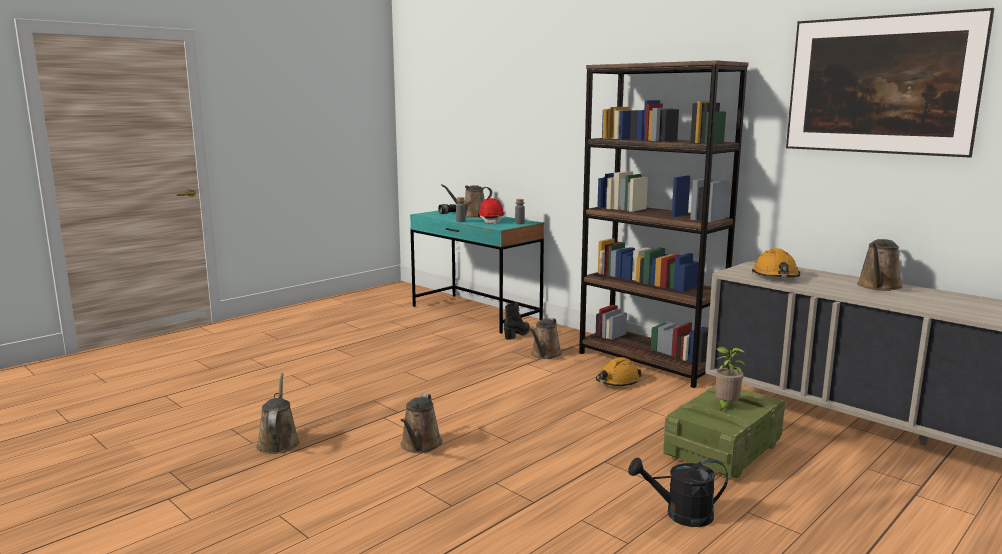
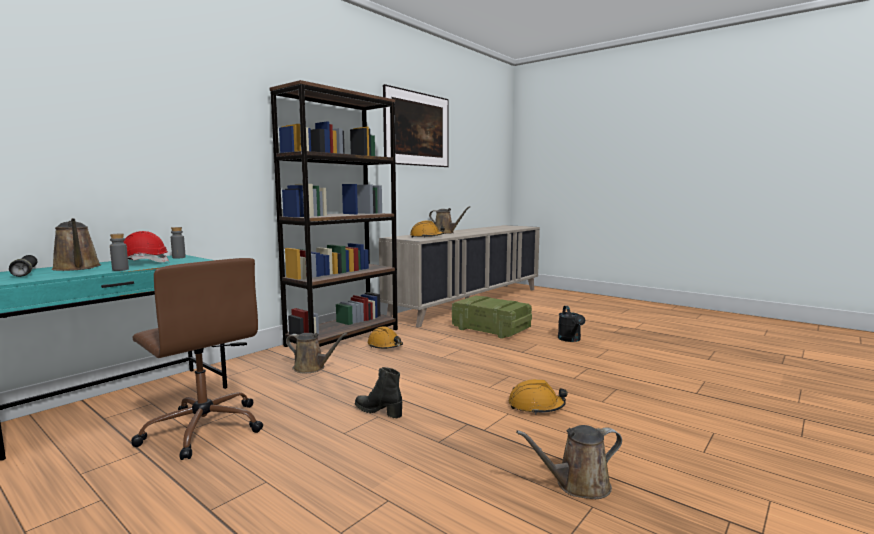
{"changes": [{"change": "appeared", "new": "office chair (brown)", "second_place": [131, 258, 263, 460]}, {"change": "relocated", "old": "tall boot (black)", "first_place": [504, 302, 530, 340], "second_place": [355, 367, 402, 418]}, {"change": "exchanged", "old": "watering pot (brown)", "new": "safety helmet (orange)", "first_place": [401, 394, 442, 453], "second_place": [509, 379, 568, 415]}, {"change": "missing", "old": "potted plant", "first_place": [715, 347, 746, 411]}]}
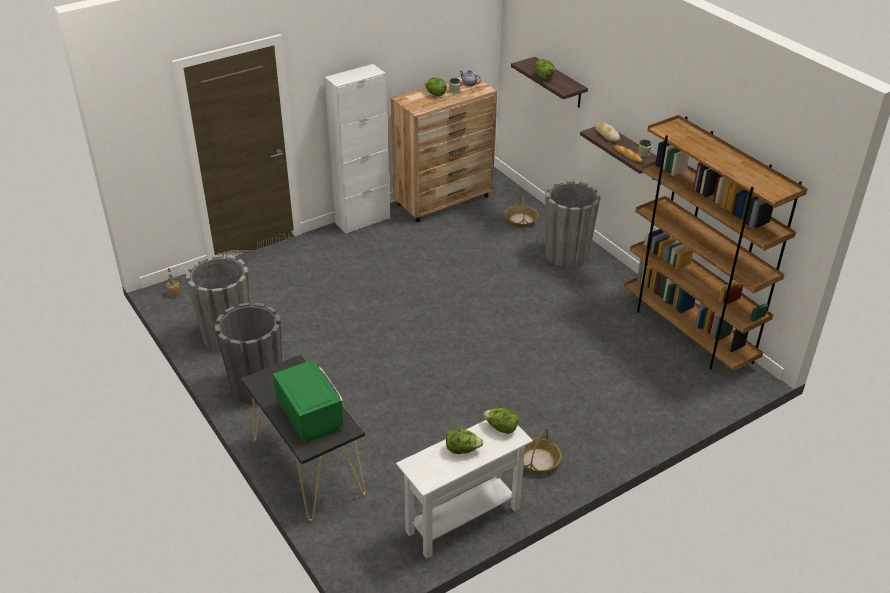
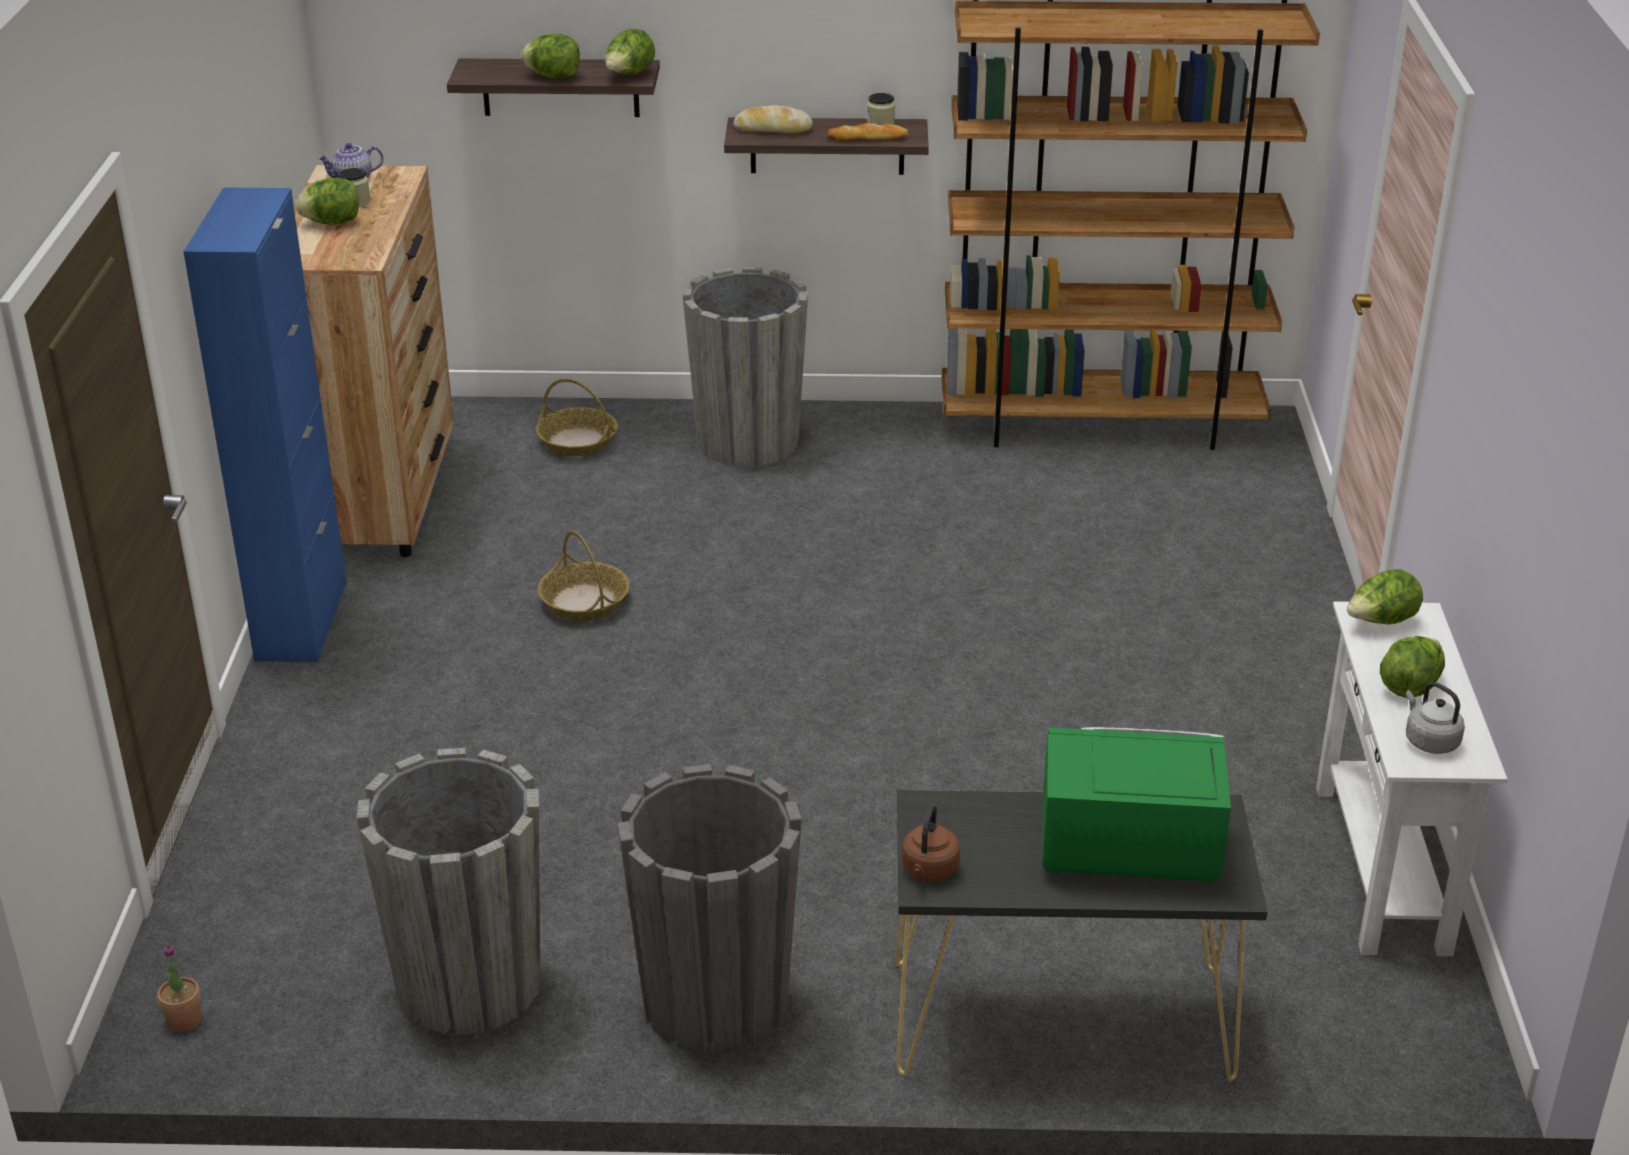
{"changes": [{"change": "colour", "old": "cupboard (whitish)", "new": "cupboard (blue-coloured)", "first_place": [324, 64, 390, 234], "second_place": [183, 187, 347, 662]}, {"change": "relocated", "old": "basket", "first_place": [523, 428, 562, 473], "second_place": [538, 531, 630, 621]}, {"change": "appeared", "new": "head of lettuce", "second_place": [605, 29, 655, 74]}, {"change": "appeared", "new": "kettle (brown)", "second_place": [902, 804, 960, 881]}, {"change": "appeared", "new": "kettle (greyish)", "second_place": [1406, 682, 1465, 754]}]}
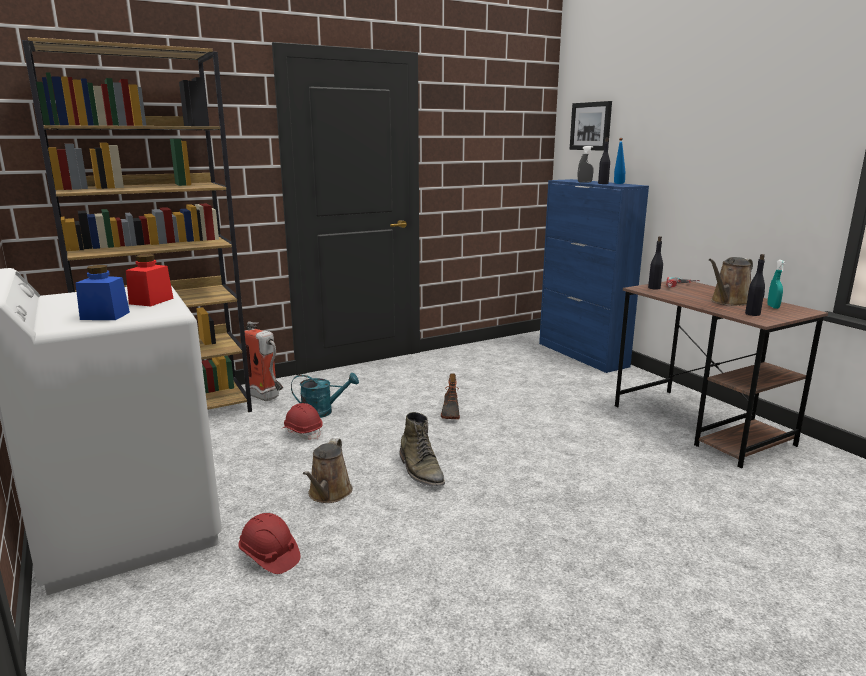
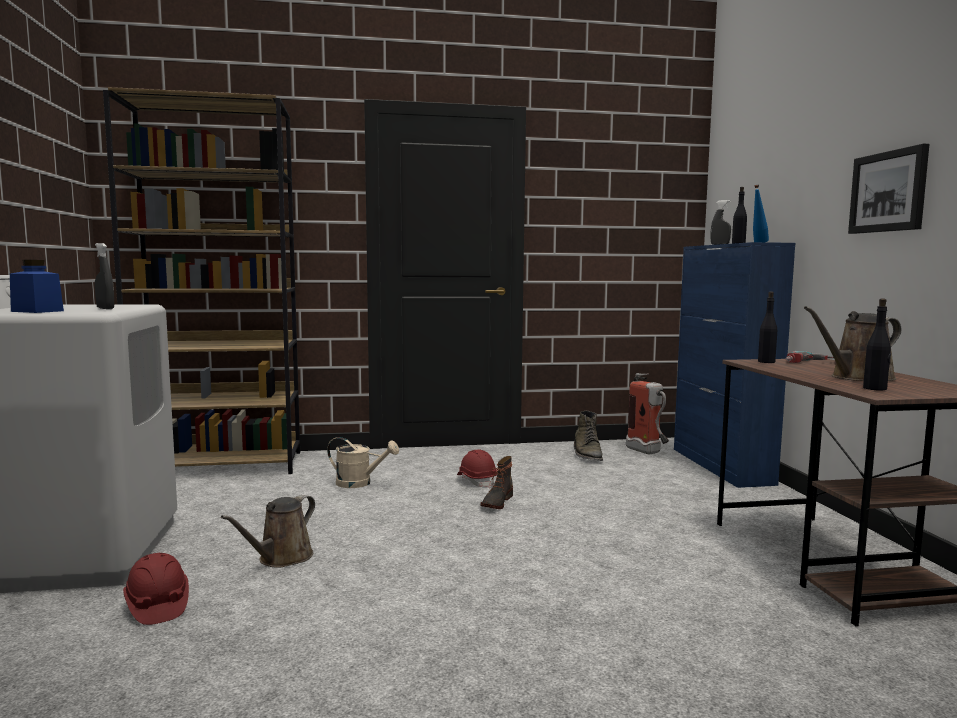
{"changes": [{"change": "exchanged", "old": "preserve jar (red-coloured)", "new": "hand sprayer (greyish)", "first_place": [126, 254, 173, 306], "second_place": [95, 243, 114, 309]}, {"change": "colour", "old": "watering pot (blue-green)", "new": "watering pot (beige-coloured)", "first_place": [291, 373, 359, 418], "second_place": [327, 437, 399, 488]}, {"change": "relocated", "old": "safety helmet (red-coloured)", "first_place": [281, 403, 323, 440], "second_place": [457, 450, 497, 488]}, {"change": "relocated", "old": "tall boot (greenish)", "first_place": [399, 412, 445, 486], "second_place": [574, 411, 603, 461]}, {"change": "relocated", "old": "fire-fighting cylinder", "first_place": [244, 321, 283, 401], "second_place": [626, 373, 669, 454]}, {"change": "relocated", "old": "picture", "first_place": [569, 101, 612, 151], "second_place": [848, 144, 929, 234]}, {"change": "missing", "old": "hand sprayer (blue-green)", "first_place": [767, 260, 786, 309]}]}
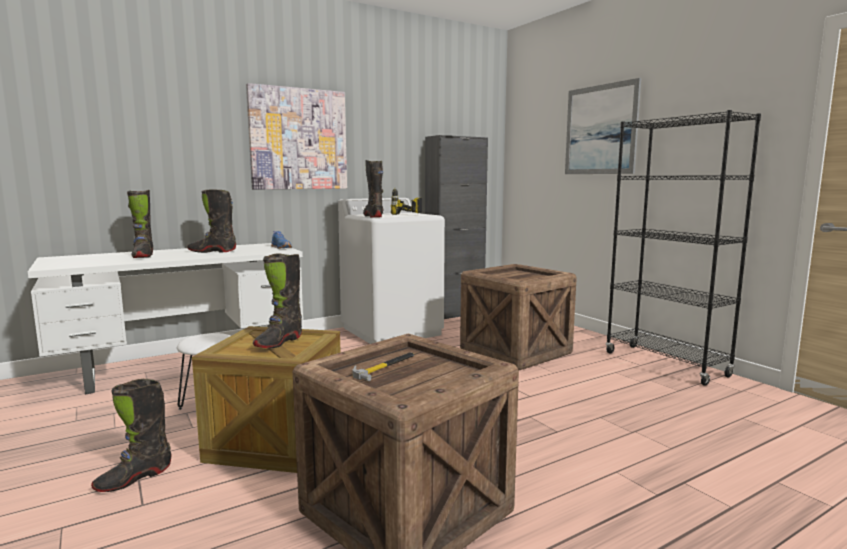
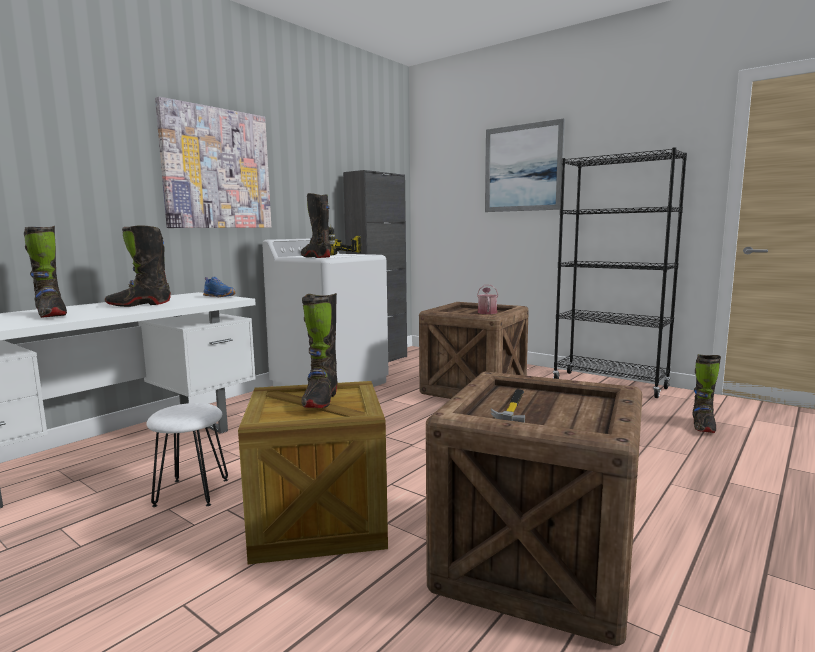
{"changes": [{"change": "appeared", "new": "watering pot", "second_place": [477, 285, 498, 314]}, {"change": "relocated", "old": "tall boot (black)", "first_place": [91, 379, 172, 492], "second_place": [692, 354, 721, 433]}]}
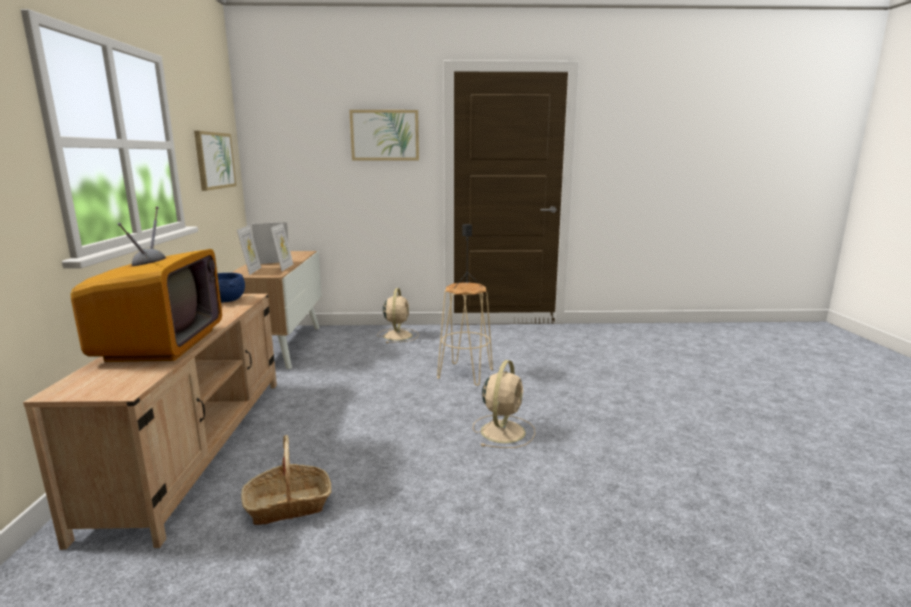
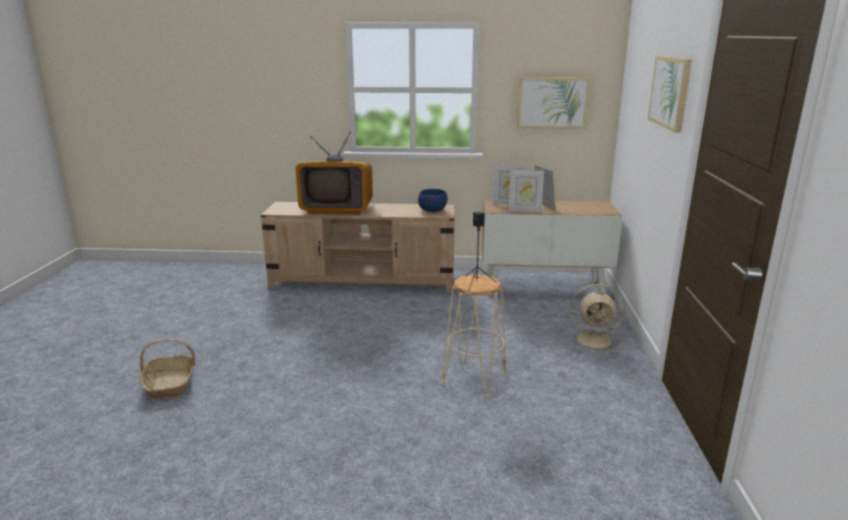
{"changes": [{"change": "relocated", "old": "basket", "first_place": [241, 435, 332, 525], "second_place": [140, 339, 195, 398]}, {"change": "missing", "old": "cooling fan (beige-coloured)", "first_place": [473, 360, 535, 448]}]}
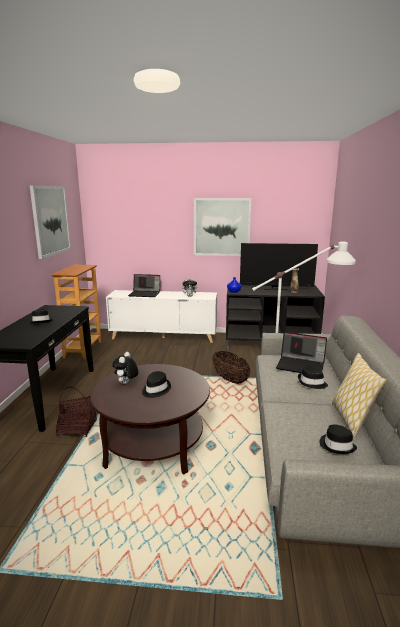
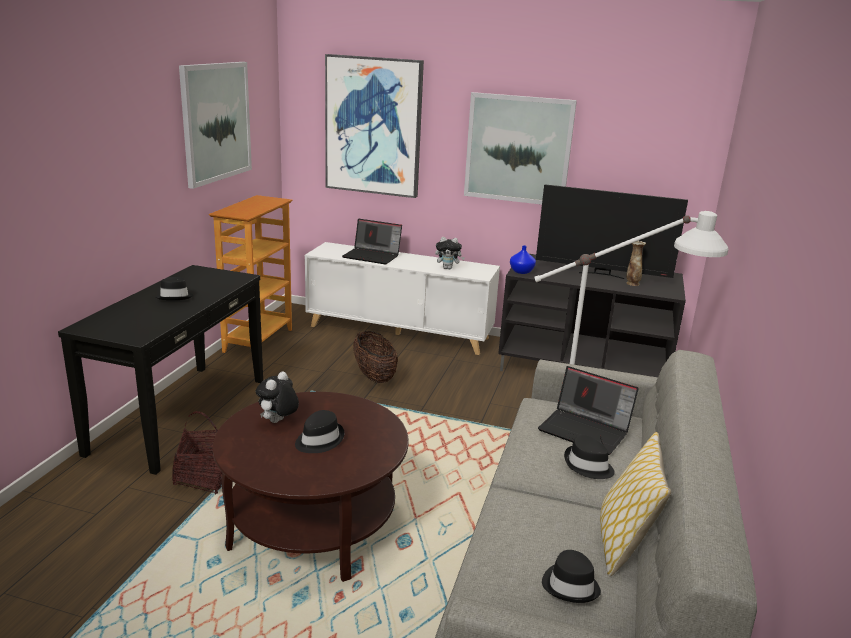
{"changes": [{"change": "appeared", "new": "picture", "second_place": [325, 54, 424, 198]}, {"change": "relocated", "old": "basket", "first_place": [212, 351, 251, 384], "second_place": [353, 331, 398, 383]}]}
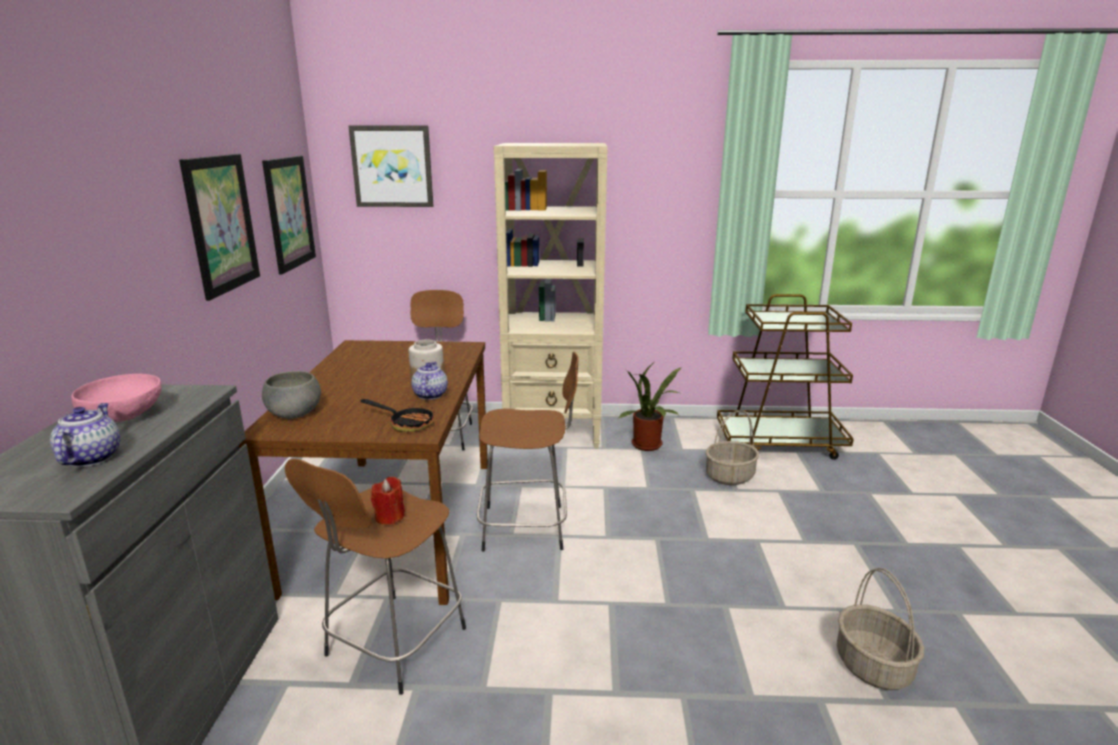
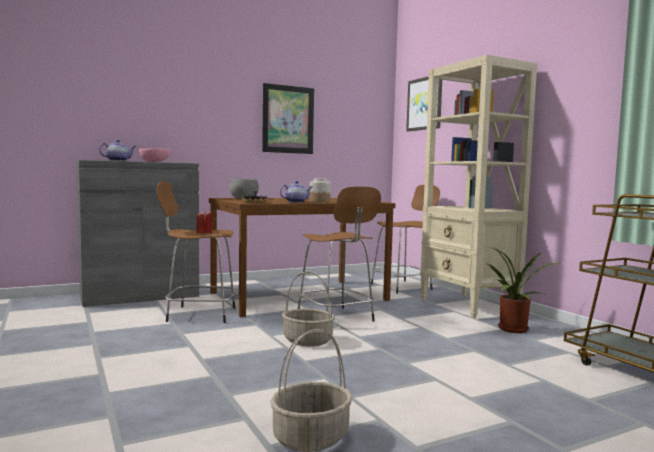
{"changes": [{"change": "relocated", "old": "basket", "first_place": [705, 410, 759, 485], "second_place": [282, 271, 335, 347]}, {"change": "missing", "old": "picture", "first_place": [262, 156, 316, 275]}]}
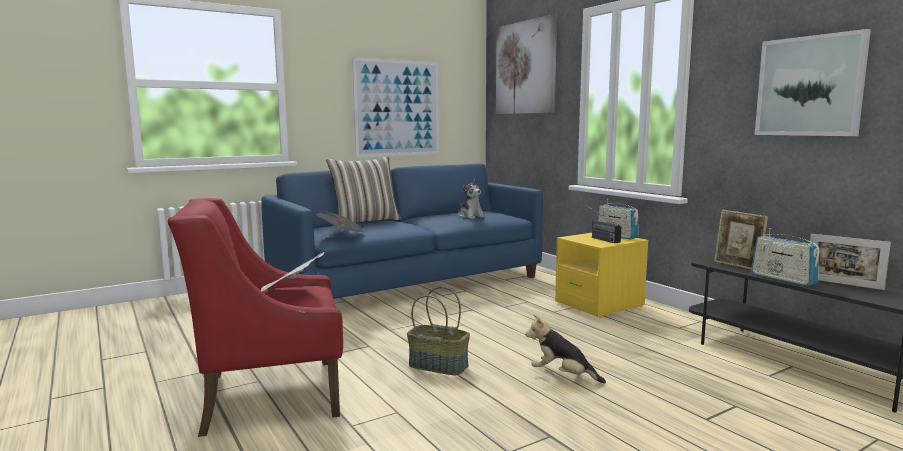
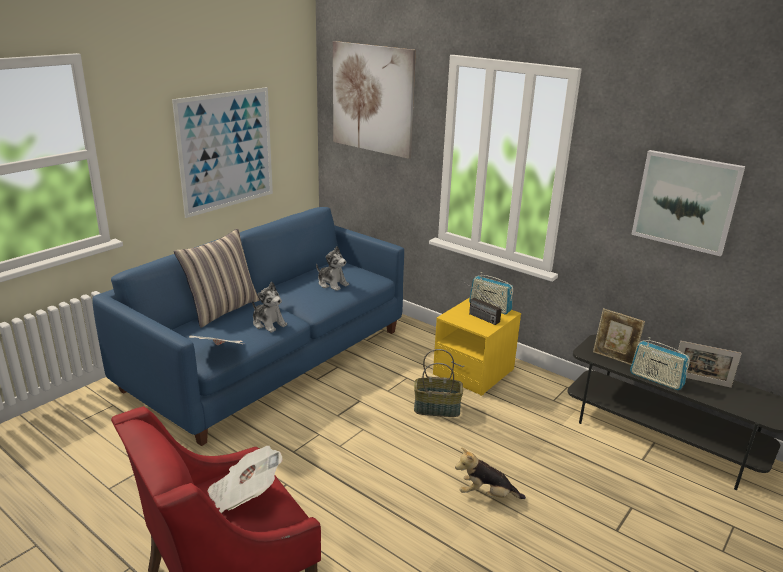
{"changes": [{"change": "appeared", "new": "plush toy", "second_place": [252, 282, 287, 333]}, {"change": "relocated", "old": "basket", "first_place": [407, 287, 470, 375], "second_place": [414, 349, 463, 417]}]}
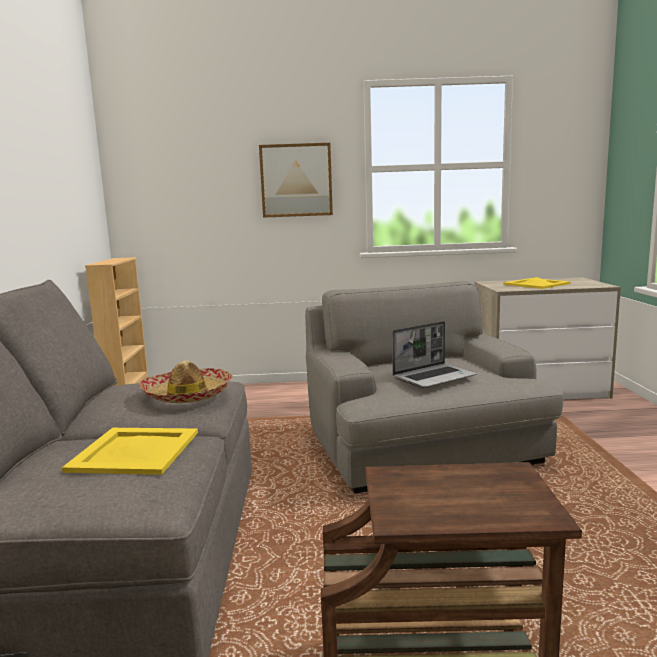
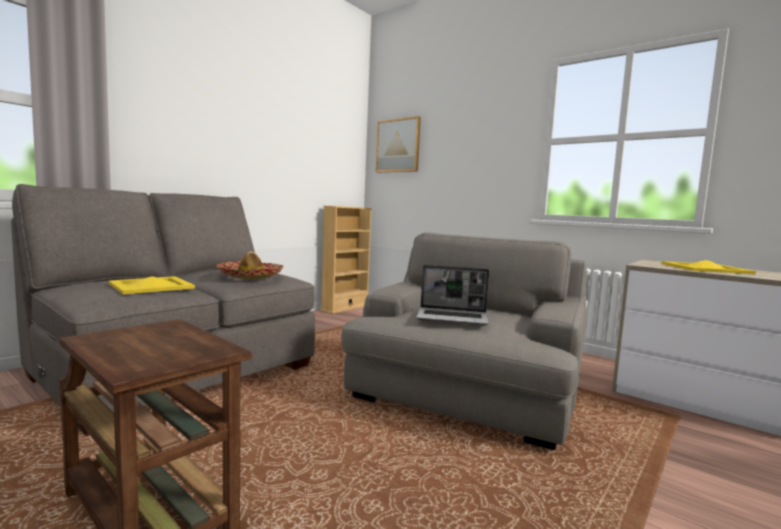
{"changes": [{"change": "relocated", "old": "picture", "first_place": [259, 143, 333, 218], "second_place": [376, 116, 421, 172]}]}
